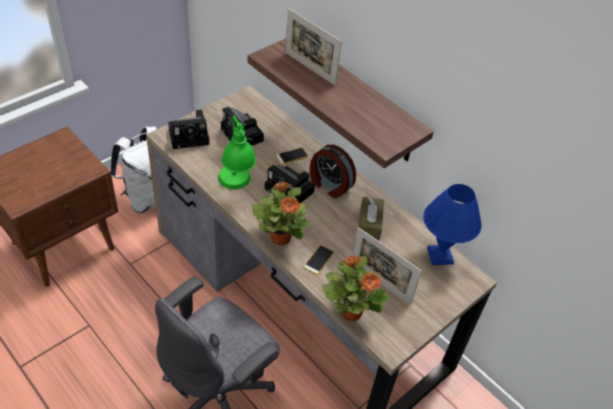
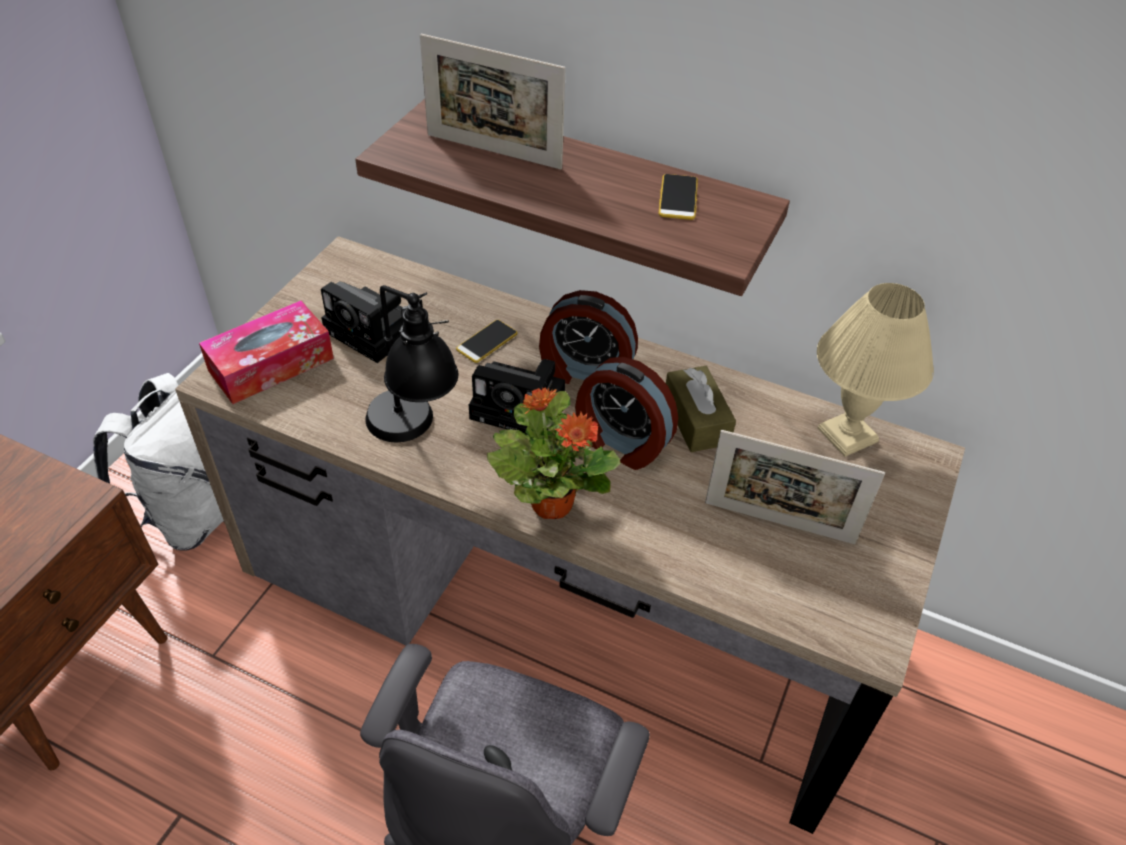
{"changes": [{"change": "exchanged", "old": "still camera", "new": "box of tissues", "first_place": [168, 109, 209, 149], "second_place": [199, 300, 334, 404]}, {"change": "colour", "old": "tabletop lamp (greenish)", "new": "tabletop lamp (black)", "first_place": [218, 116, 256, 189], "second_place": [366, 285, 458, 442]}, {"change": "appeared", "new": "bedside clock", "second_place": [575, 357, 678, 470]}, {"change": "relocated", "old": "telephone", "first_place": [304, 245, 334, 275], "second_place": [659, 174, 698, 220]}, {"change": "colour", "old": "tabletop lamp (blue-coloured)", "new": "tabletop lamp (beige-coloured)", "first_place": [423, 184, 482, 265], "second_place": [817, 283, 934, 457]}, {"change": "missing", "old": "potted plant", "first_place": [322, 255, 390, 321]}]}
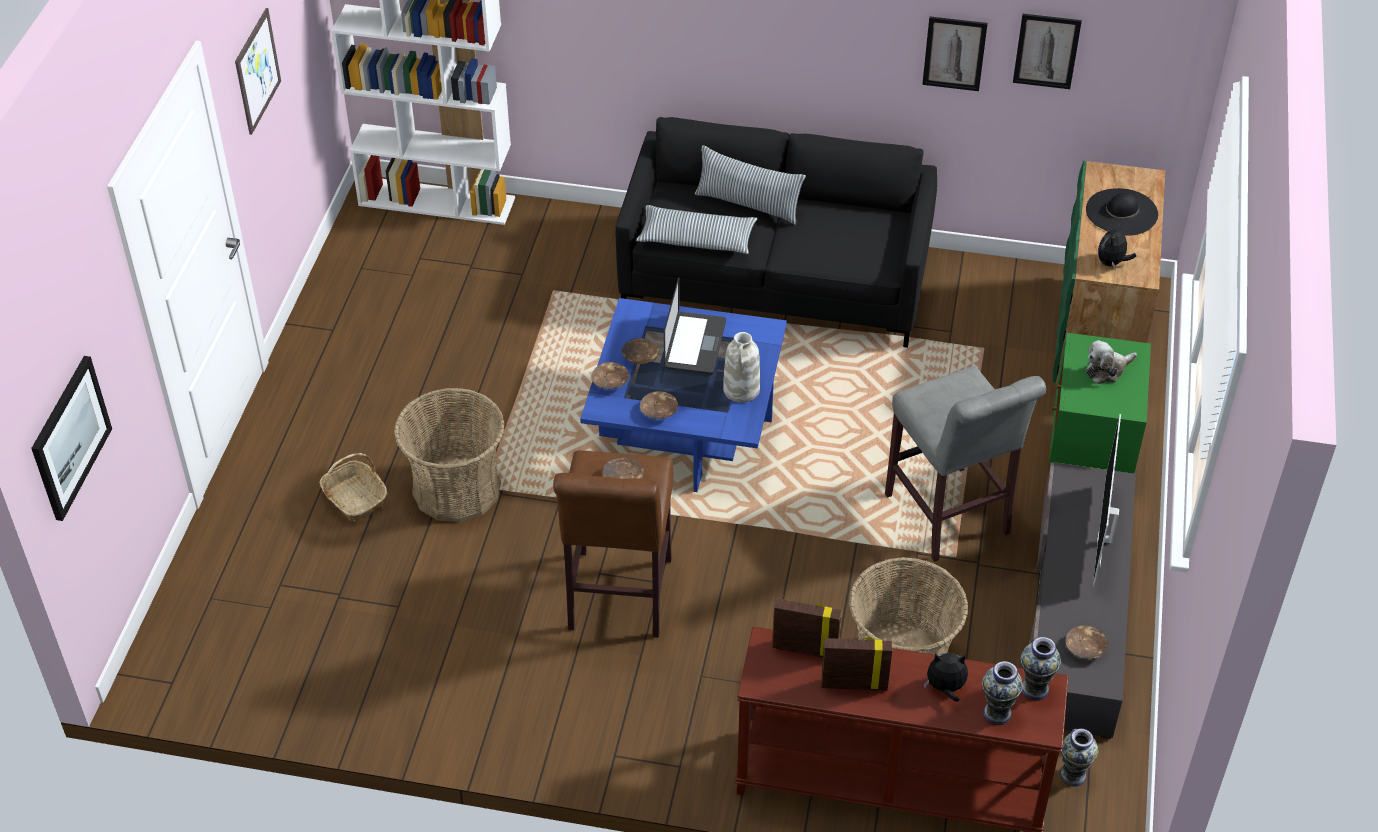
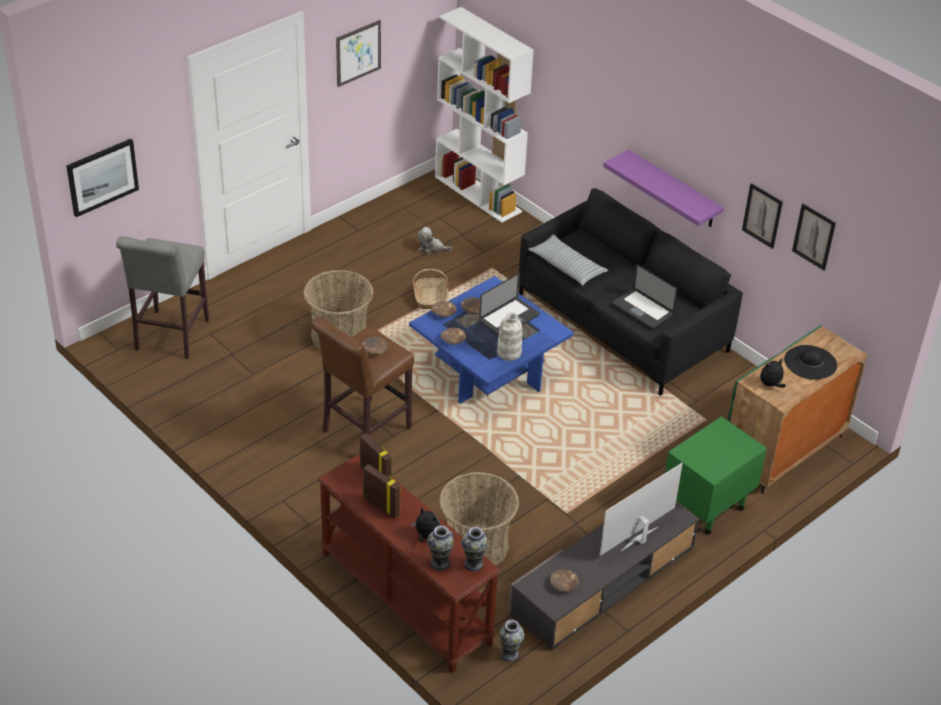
{"changes": [{"change": "relocated", "old": "stool (greyish)", "first_place": [885, 366, 1046, 562], "second_place": [116, 236, 209, 359]}, {"change": "relocated", "old": "basket", "first_place": [319, 453, 387, 522], "second_place": [413, 269, 449, 309]}, {"change": "relocated", "old": "plush toy", "first_place": [1086, 340, 1137, 384], "second_place": [417, 227, 452, 255]}, {"change": "appeared", "new": "shelf (purple)", "second_place": [603, 149, 724, 227]}, {"change": "appeared", "new": "portable computer", "second_place": [613, 264, 678, 329]}, {"change": "missing", "old": "pillow", "first_place": [695, 145, 806, 225]}]}
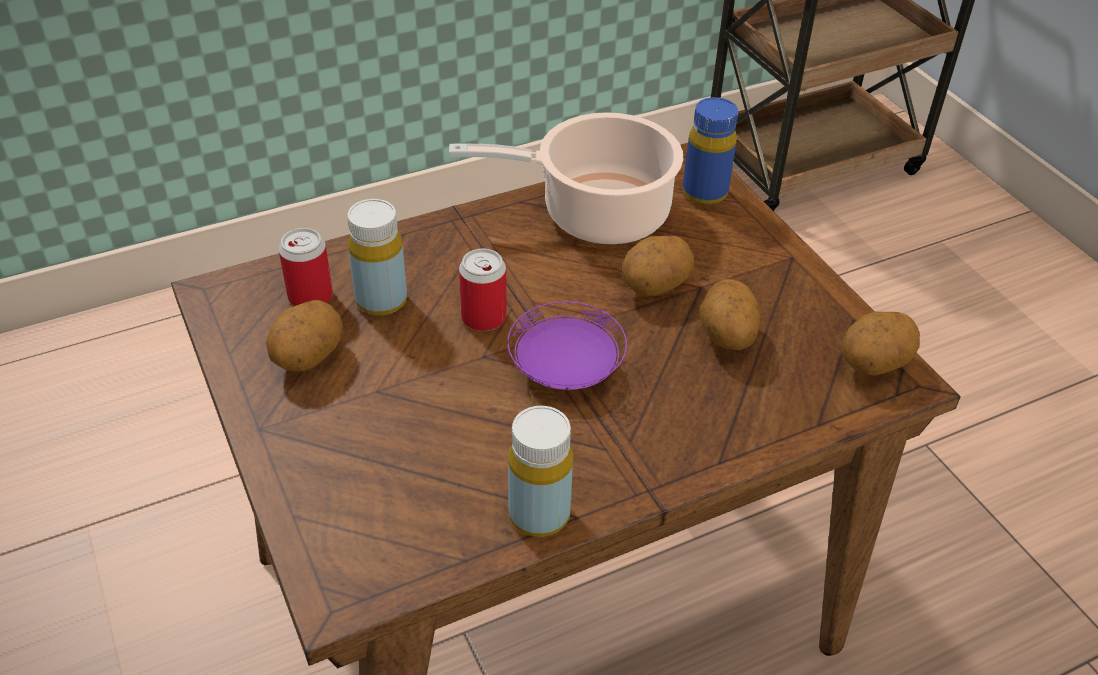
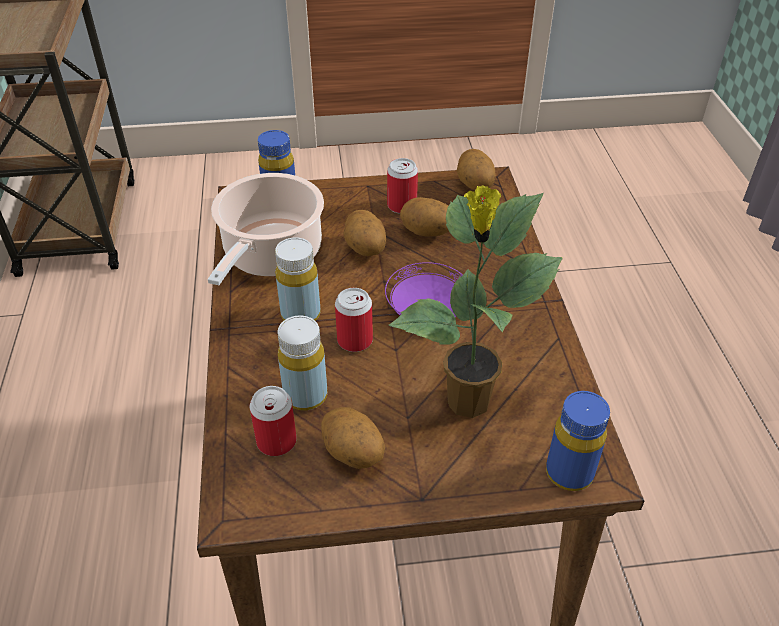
{"changes": [{"change": "relocated", "old": "beverage bottle (yellow-coloured)", "first_place": [508, 406, 573, 537], "second_place": [275, 237, 320, 321]}, {"change": "appeared", "new": "can", "second_place": [387, 158, 418, 214]}, {"change": "appeared", "new": "potted plant", "second_place": [389, 185, 563, 418]}, {"change": "appeared", "new": "beverage bottle (blue-coloured)", "second_place": [546, 391, 610, 491]}]}
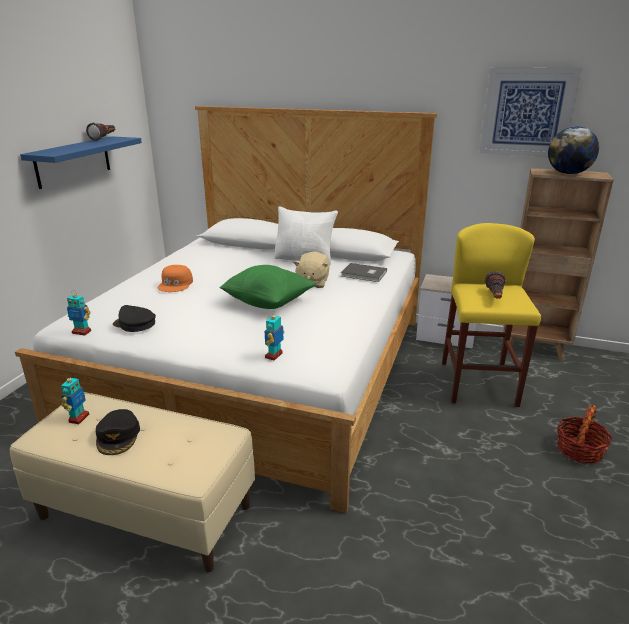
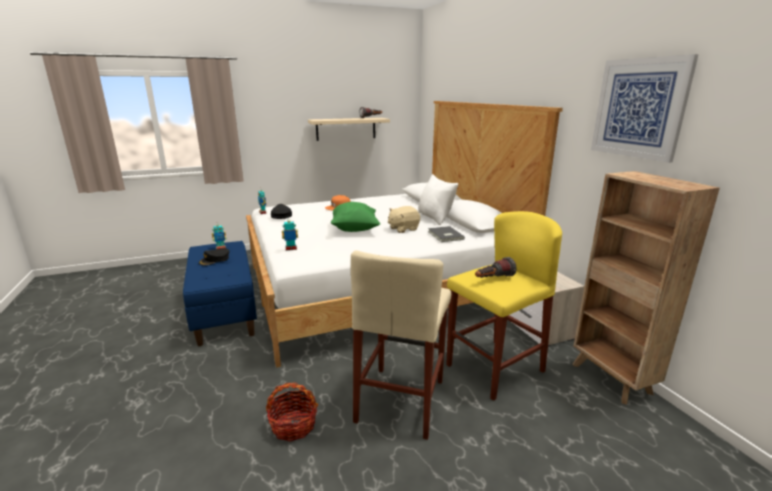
{"changes": [{"change": "colour", "old": "long seat (beige-coloured)", "new": "long seat (blue-coloured)", "first_place": [10, 392, 255, 572], "second_place": [183, 241, 257, 346]}, {"change": "relocated", "old": "basket", "first_place": [557, 405, 613, 464], "second_place": [266, 382, 318, 442]}, {"change": "colour", "old": "shelf (blue-coloured)", "new": "shelf (beige-coloured)", "first_place": [20, 136, 142, 189], "second_place": [308, 118, 390, 141]}, {"change": "appeared", "new": "stool (beige-coloured)", "second_place": [351, 250, 451, 440]}, {"change": "missing", "old": "world globe", "first_place": [548, 126, 599, 174]}]}
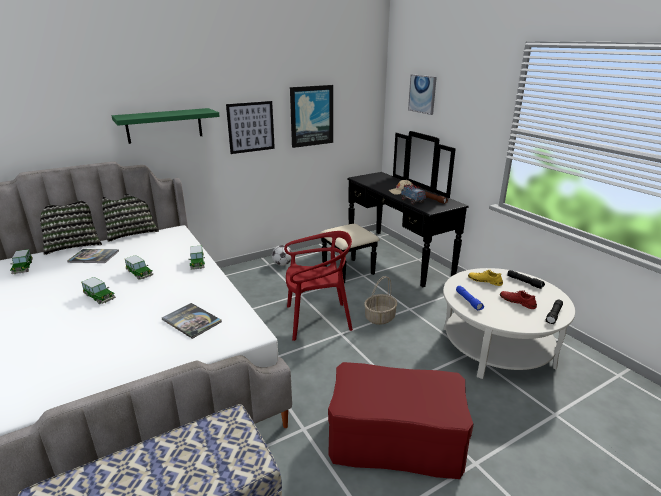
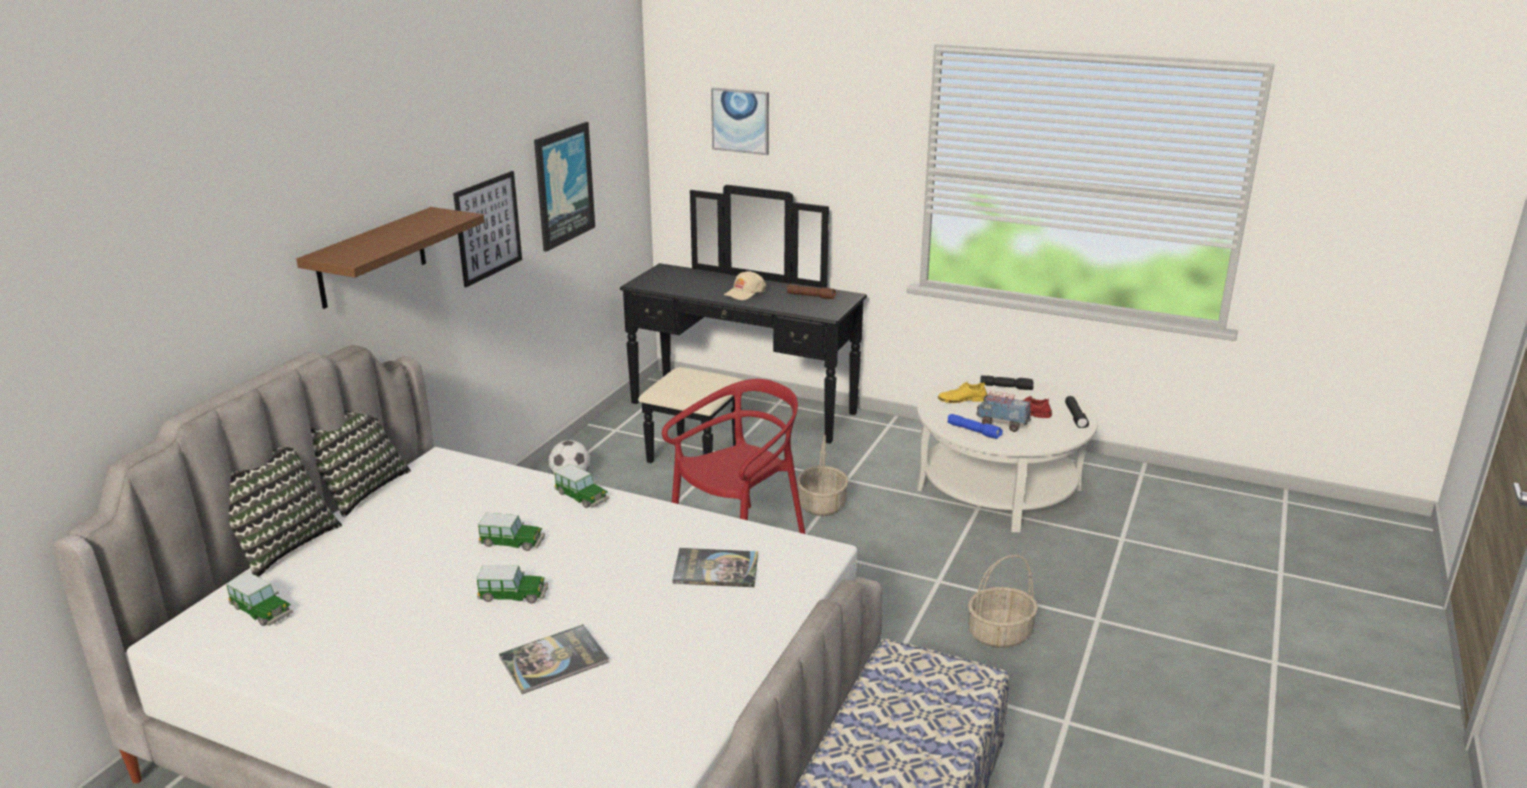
{"changes": [{"change": "colour", "old": "shelf (greenish)", "new": "shelf (brown)", "first_place": [112, 108, 220, 144], "second_place": [296, 207, 484, 309]}, {"change": "relocated", "old": "volume", "first_place": [67, 249, 119, 263], "second_place": [499, 624, 609, 694]}, {"change": "exchanged", "old": "ottoman (red-coloured)", "new": "basket", "first_place": [328, 362, 473, 479], "second_place": [968, 555, 1038, 648]}, {"change": "relocated", "old": "toy truck", "first_place": [401, 183, 426, 205], "second_place": [976, 391, 1032, 432]}]}
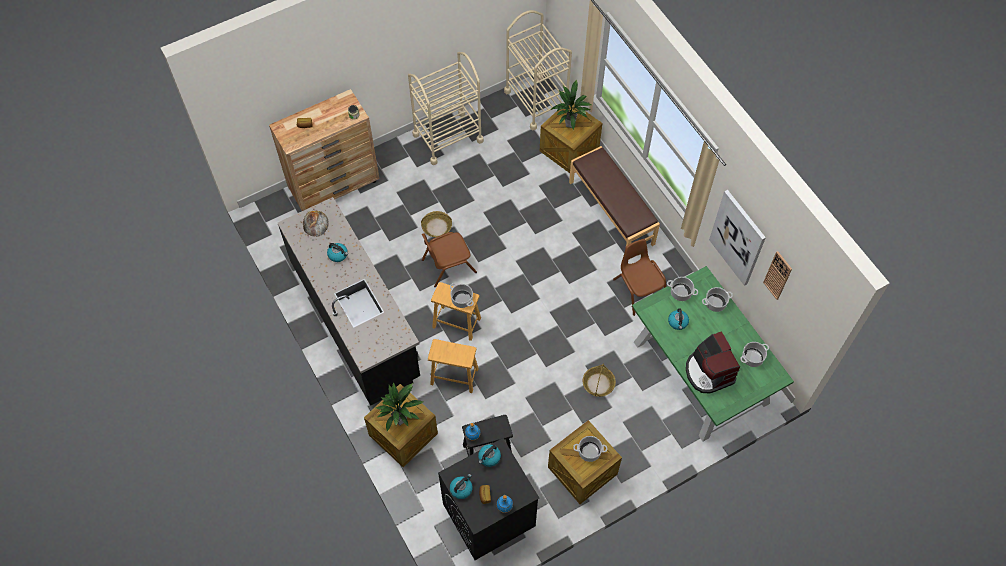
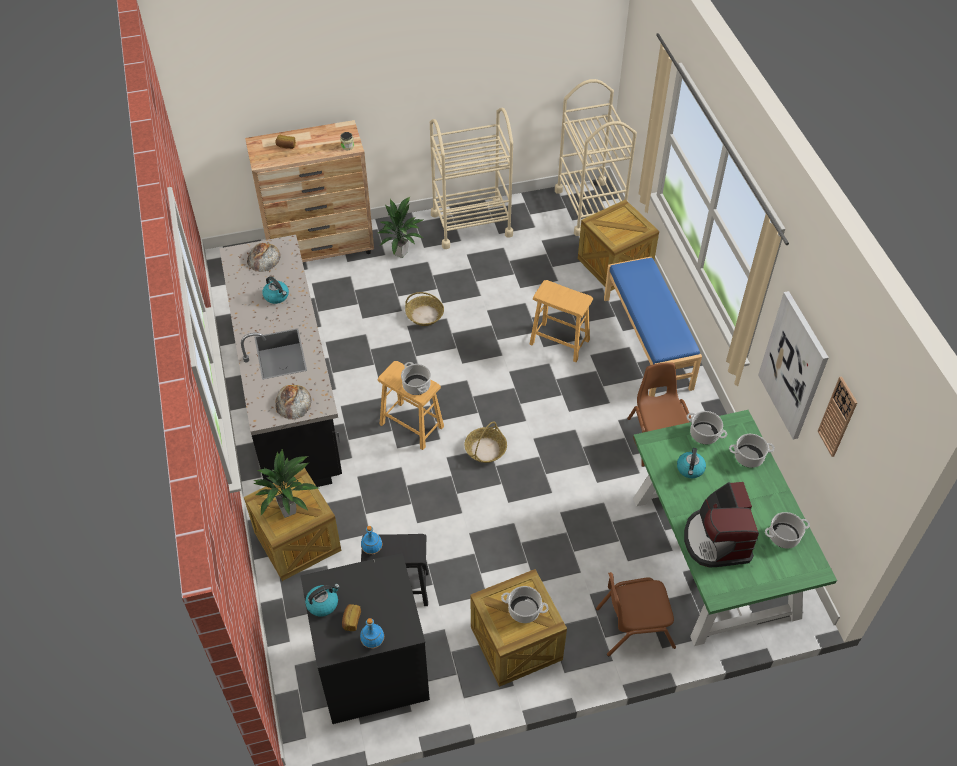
{"changes": [{"change": "appeared", "new": "bread", "second_place": [275, 385, 312, 420]}, {"change": "relocated", "old": "potted plant", "first_place": [550, 80, 591, 130], "second_place": [378, 197, 423, 258]}, {"change": "relocated", "old": "basket", "first_place": [583, 363, 616, 397], "second_place": [465, 421, 507, 463]}, {"change": "relocated", "old": "stool (brown)", "first_place": [428, 339, 479, 393], "second_place": [530, 280, 593, 362]}, {"change": "relocated", "old": "chair (brown)", "first_place": [422, 232, 477, 287], "second_place": [596, 572, 676, 656]}, {"change": "colour", "old": "long seat (brown)", "new": "long seat (blue-coloured)", "first_place": [569, 146, 660, 246], "second_place": [604, 257, 702, 397]}, {"change": "missing", "old": "kettle", "first_place": [478, 445, 501, 467]}]}
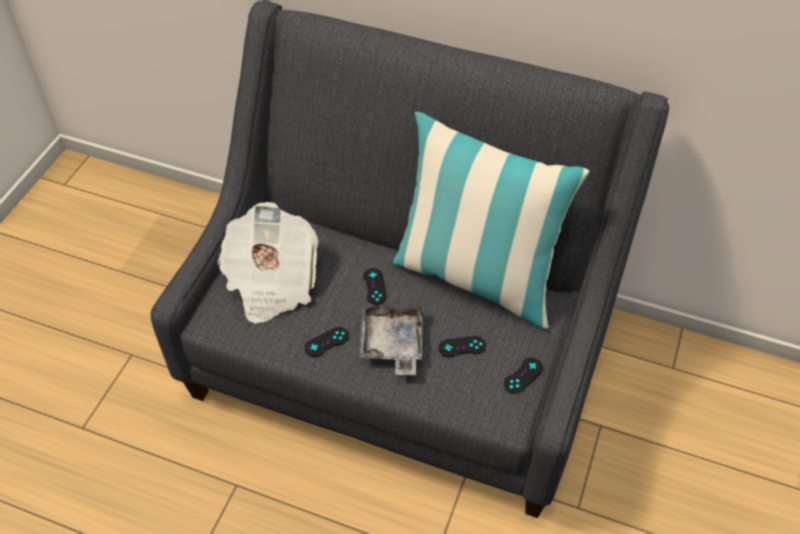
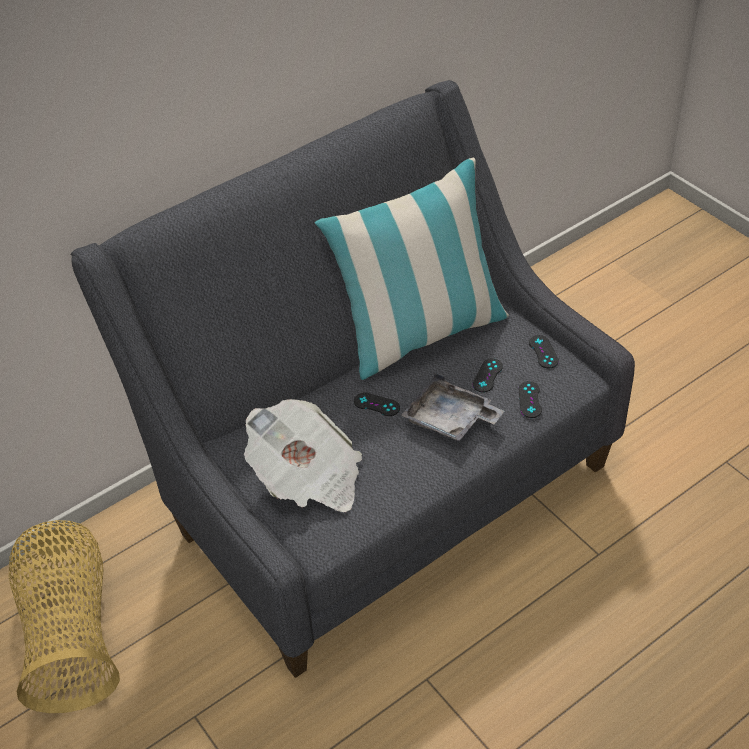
{"changes": [{"change": "appeared", "new": "basket", "second_place": [9, 520, 120, 713]}, {"change": "relocated", "old": "gamepad (black)", "first_place": [304, 327, 349, 357], "second_place": [518, 381, 542, 418]}]}
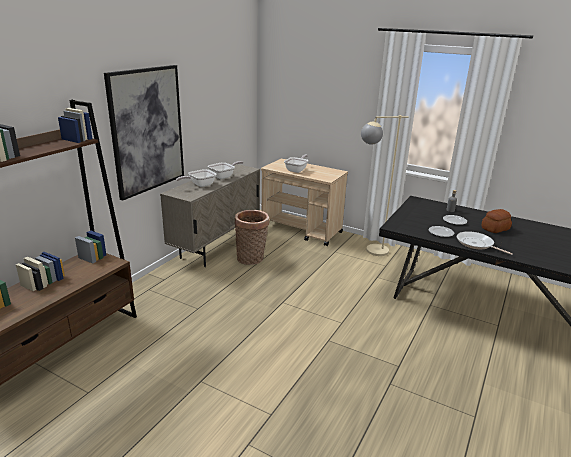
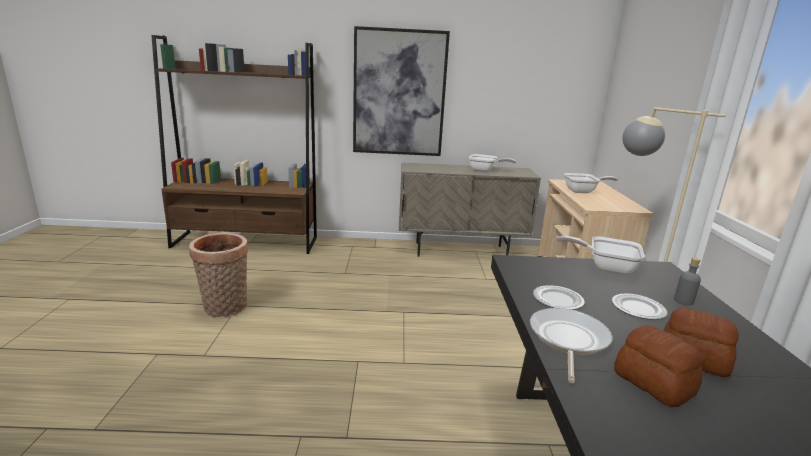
{"changes": [{"change": "relocated", "old": "basket", "first_place": [234, 210, 269, 265], "second_place": [189, 233, 248, 317]}, {"change": "relocated", "old": "skillet", "first_place": [176, 169, 216, 187], "second_place": [556, 236, 645, 275]}, {"change": "appeared", "new": "bread", "second_place": [614, 326, 703, 407]}]}
